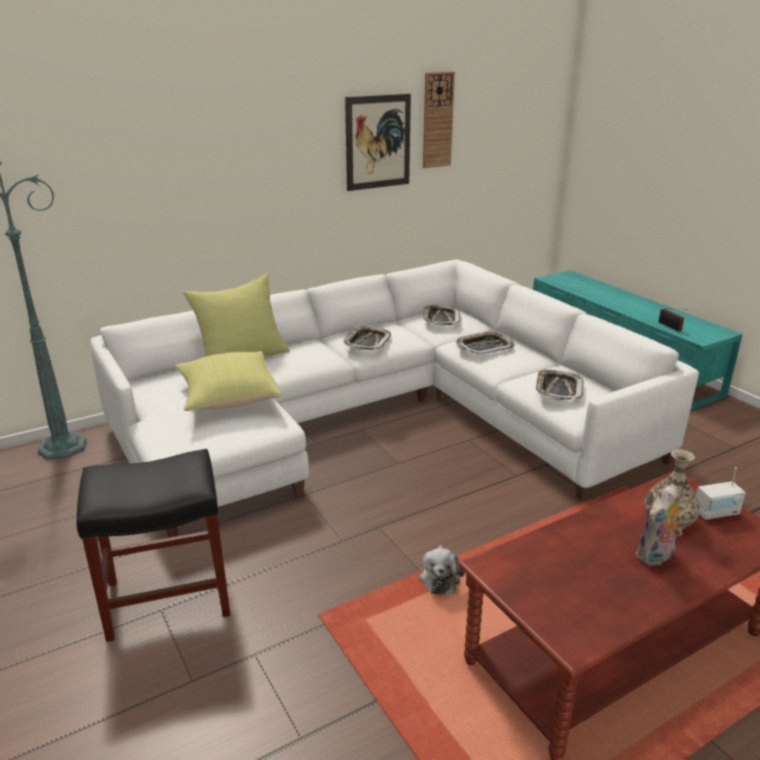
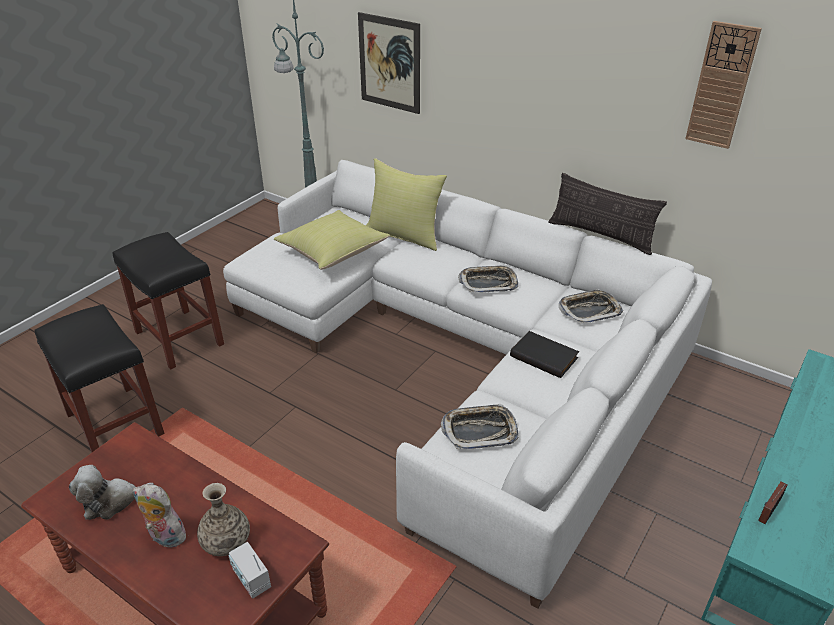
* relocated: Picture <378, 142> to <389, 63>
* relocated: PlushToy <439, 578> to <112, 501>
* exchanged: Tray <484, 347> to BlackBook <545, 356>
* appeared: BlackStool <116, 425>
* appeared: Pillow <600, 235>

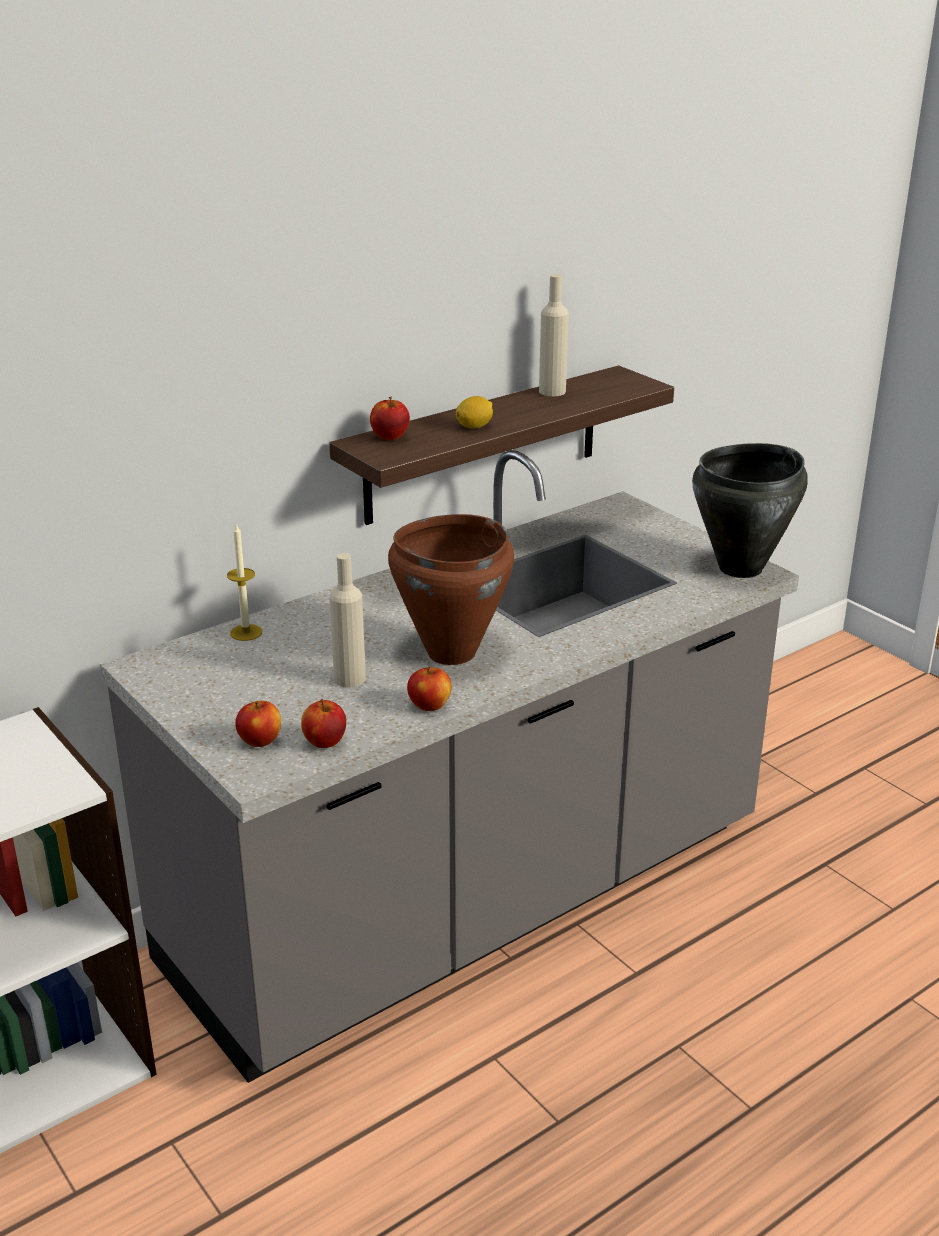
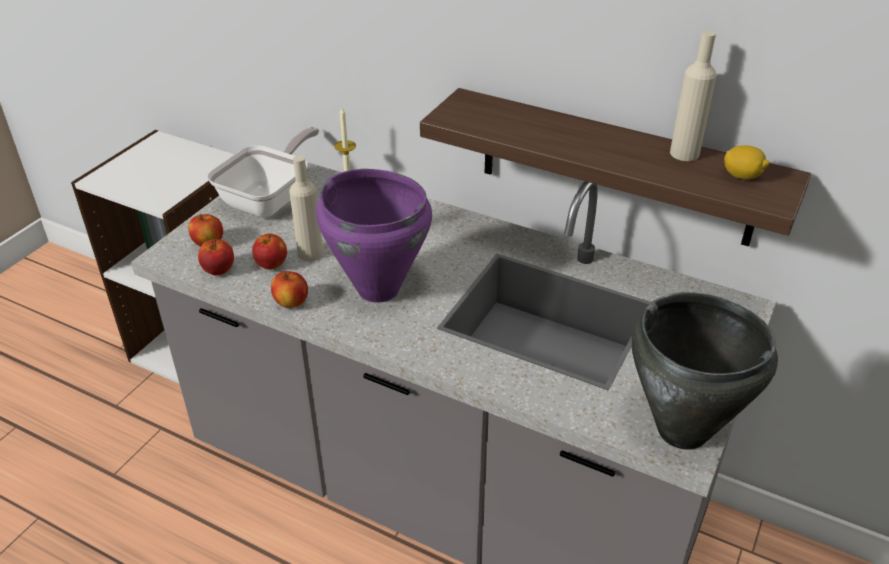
* relocated: Apple <390, 437> to <271, 264>
* colour: BrownCookingPot <450, 653> to PurpleCookingPot <378, 288>
* relocated: Lemon <474, 426> to <742, 176>
* appeared: FryingPan <270, 199>

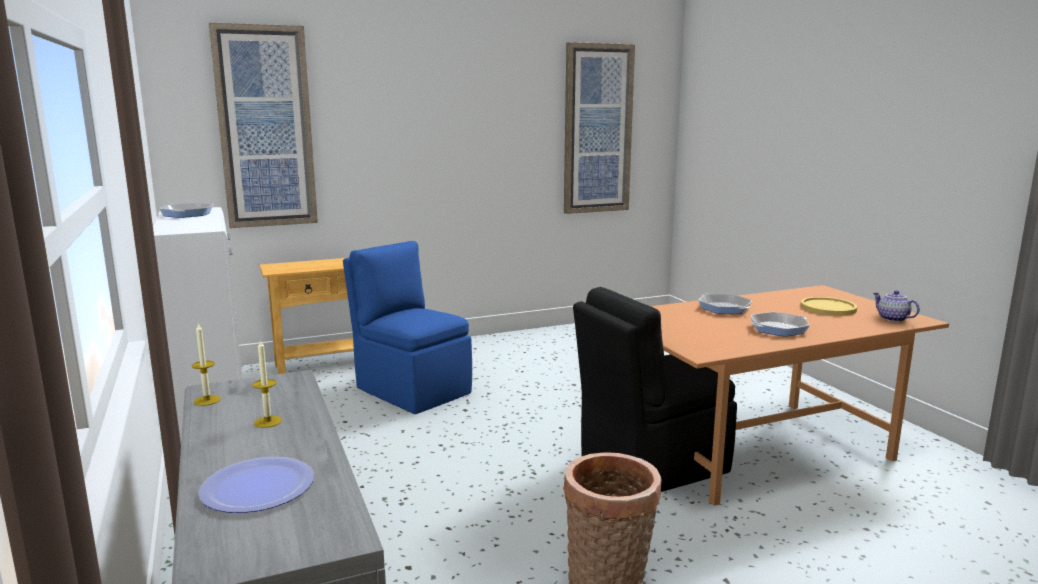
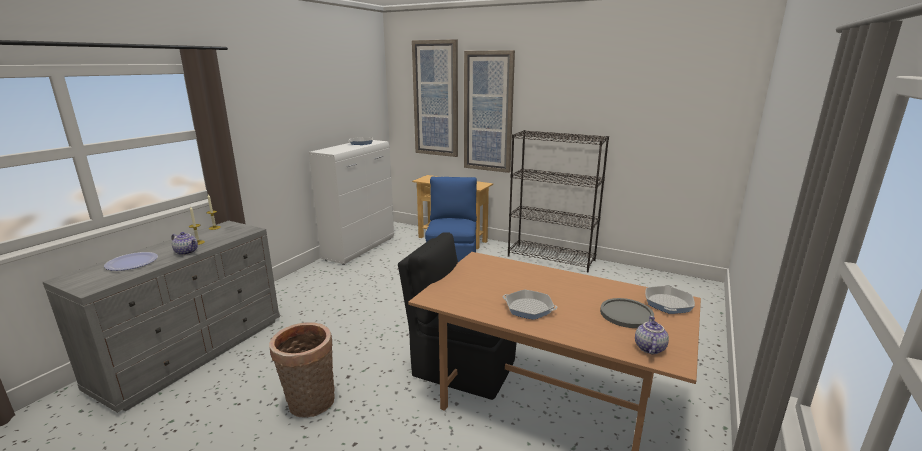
* relocated: Picture <597, 129> to <488, 112>
* relocated: FryingPan <724, 308> to <668, 303>
* colour: YellowPlate <828, 308> to GreyPlate <626, 314>
* appeared: Teapot <187, 252>
* appeared: BlackBookcase <551, 258>

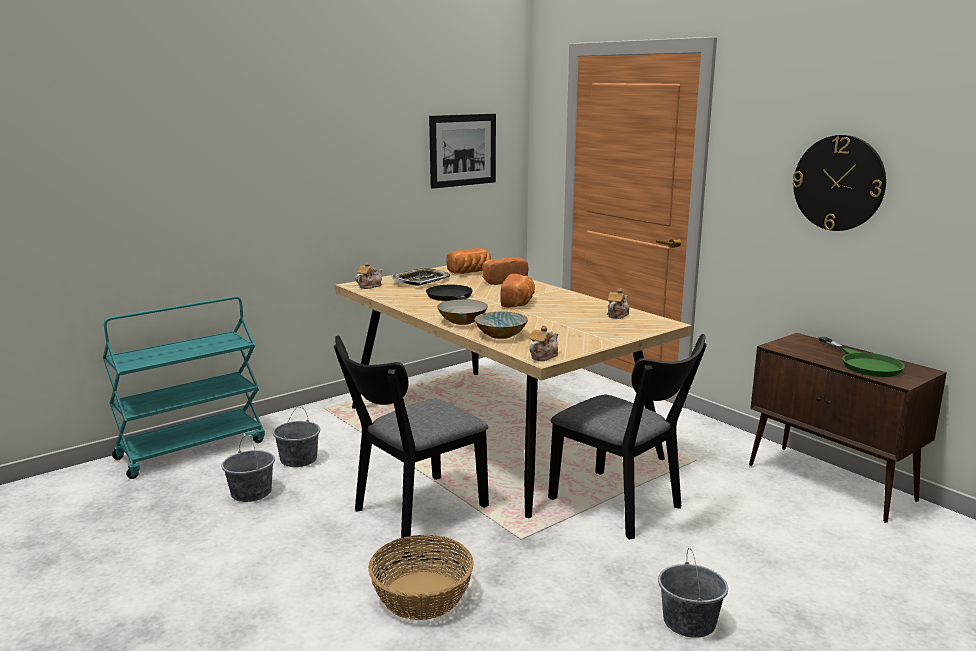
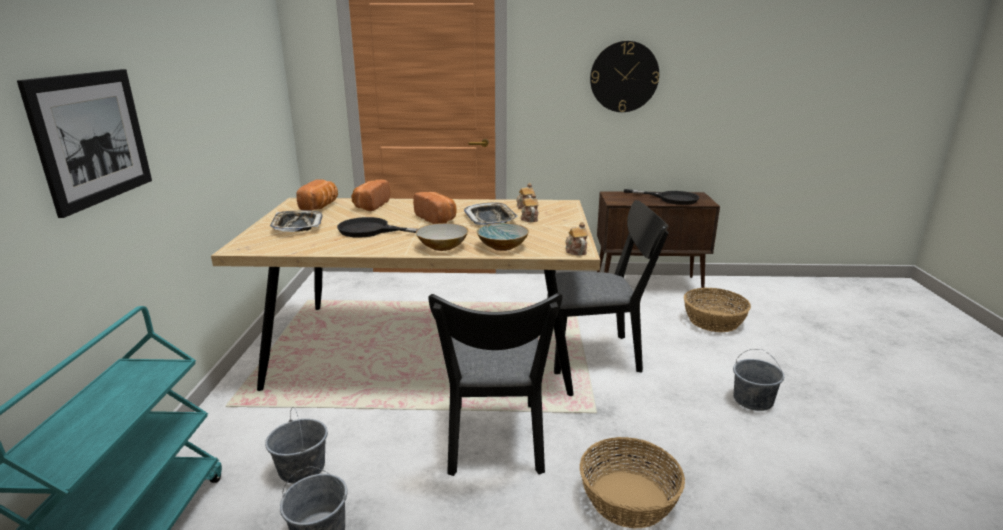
* relocated: Teapot <369, 286> to <529, 218>
* relocated: Picture <463, 150> to <92, 138>
* colour: GreenFryingPan <864, 363> to BlackFryingPan <670, 198>
* appeared: Tray <490, 219>
* appeared: Basket <713, 321>

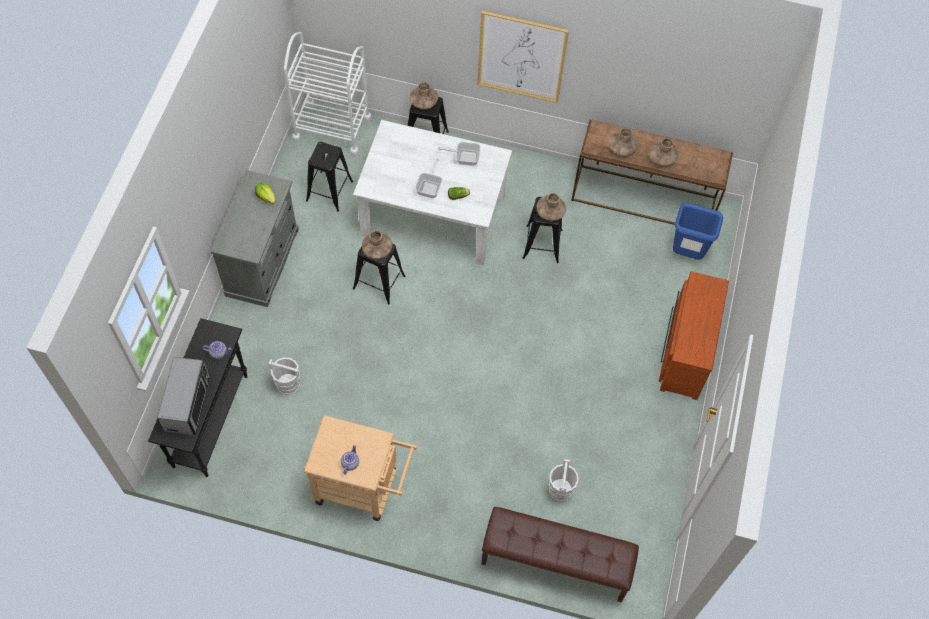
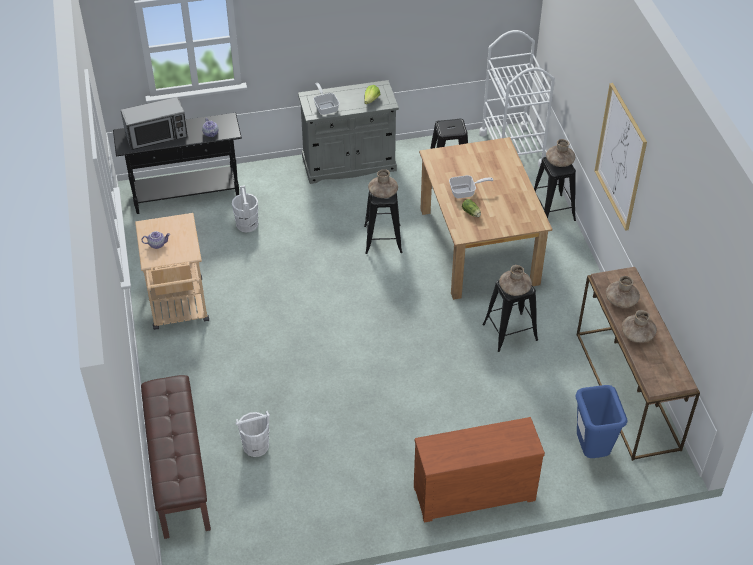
* colour: WhiteDiningTable <434, 214> to BrownDiningTable <479, 246>
* relocated: FryingPan <464, 157> to <325, 107>

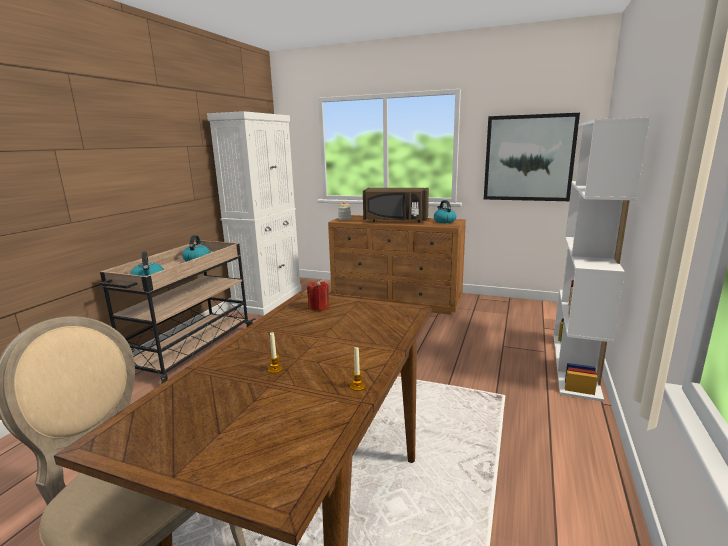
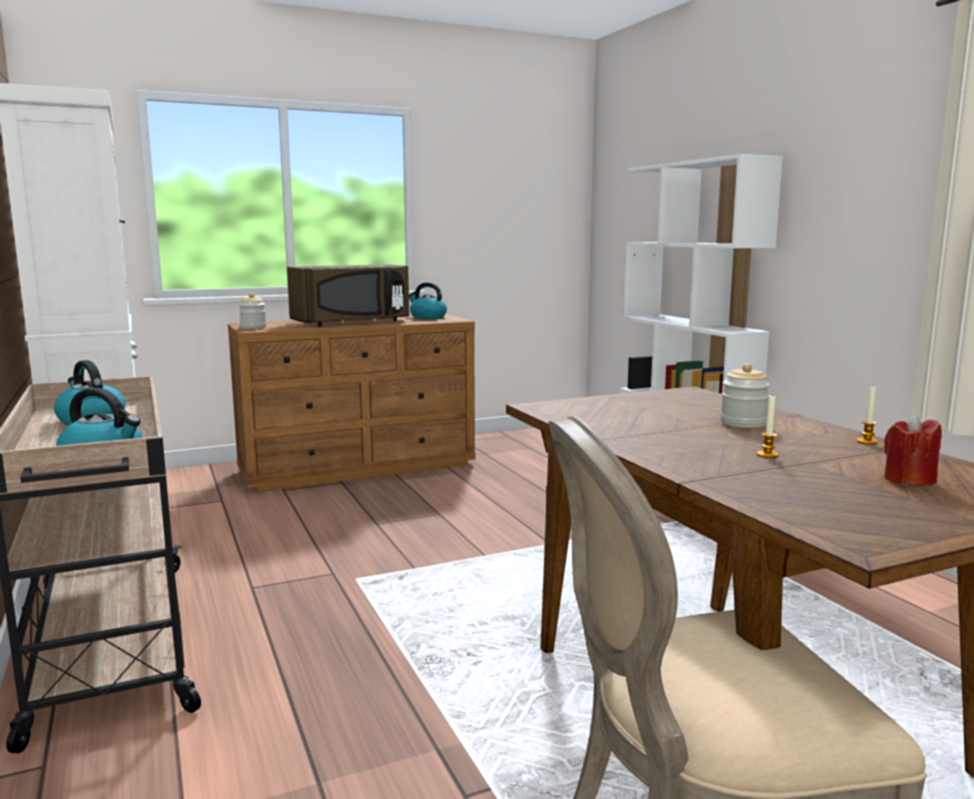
* relocated: RedCandle <319, 307> to <909, 480>
* missing: Picture <528, 158>
* appeared: Jar <743, 423>

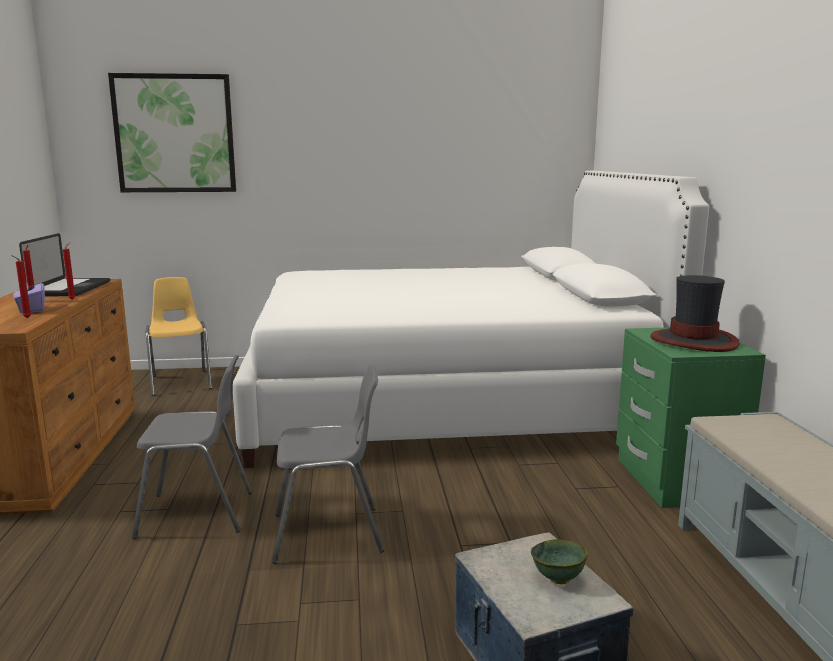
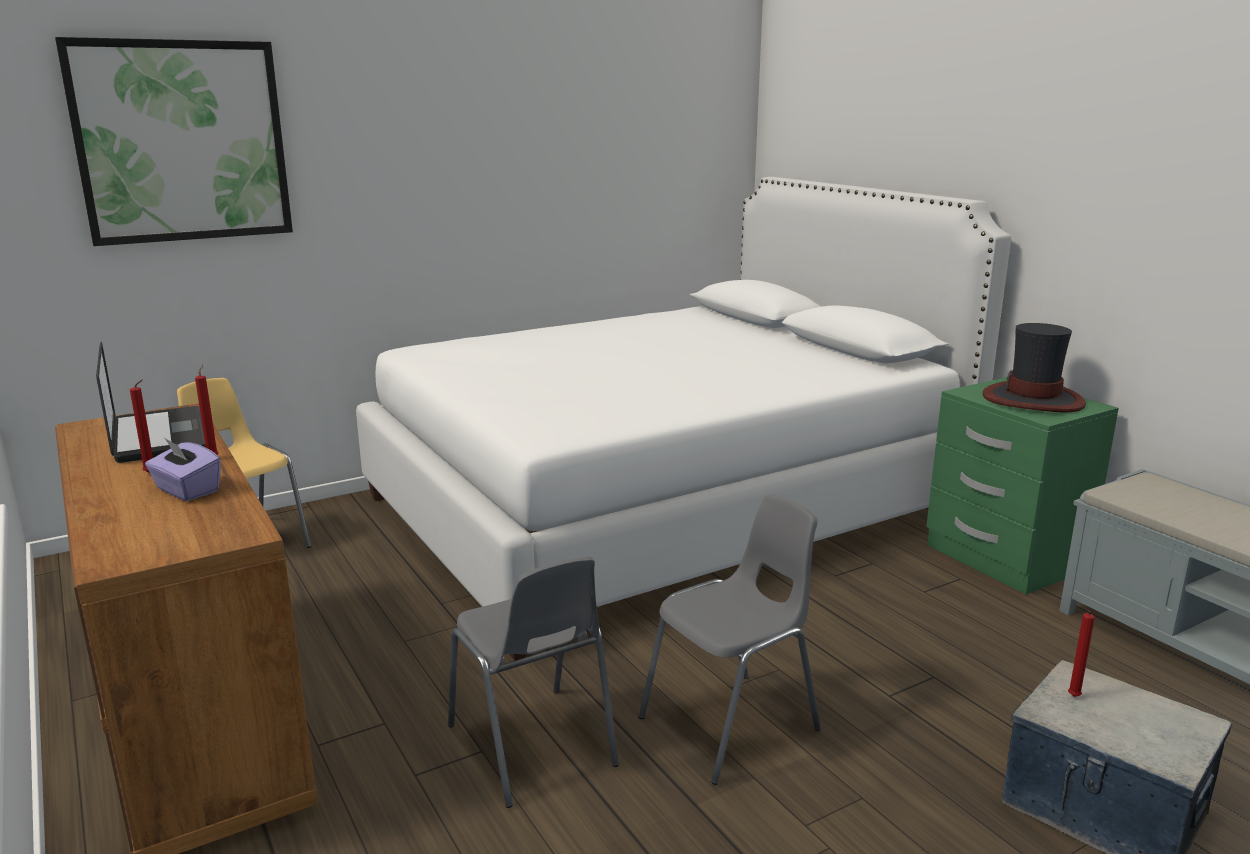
* relocated: RedCandle <26, 318> to <1072, 697>
* spun: GreyChair <197, 514> = <532, 746> 90 degrees clockwise
* missing: GreenBowl <557, 579>

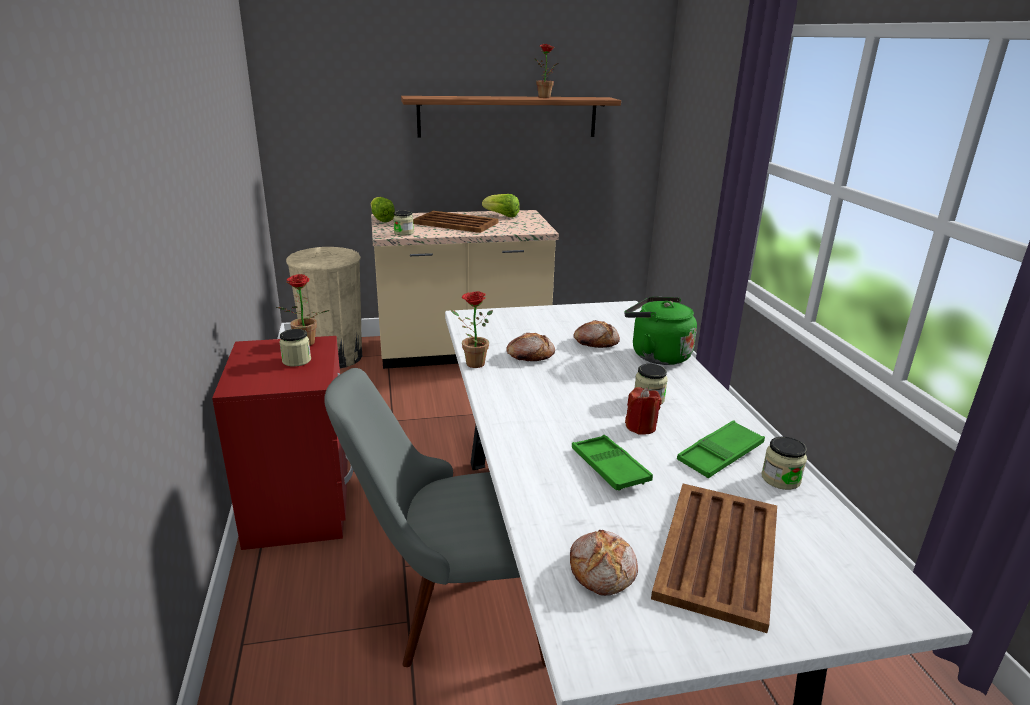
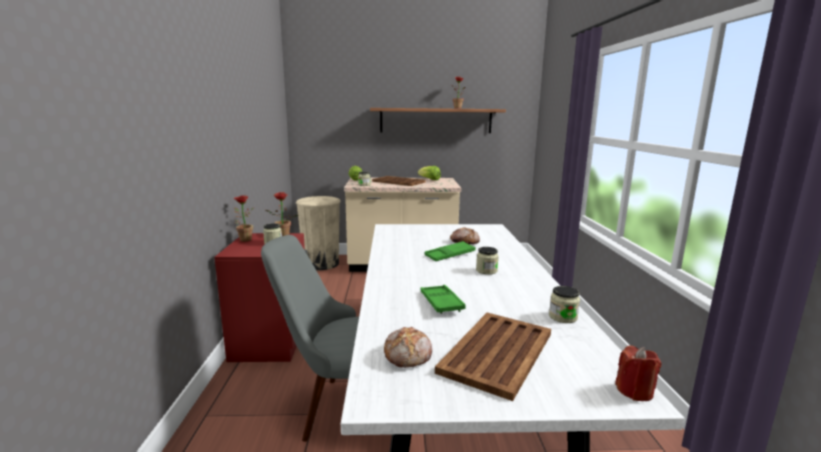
* relocated: PottedPlant <471, 363> to <243, 239>
* missing: Bread <530, 355>
* missing: GreenKettle <656, 355>
* relocated: RedCandle <641, 427> to <634, 391>
* relocated: GreenTray <720, 455> to <449, 255>

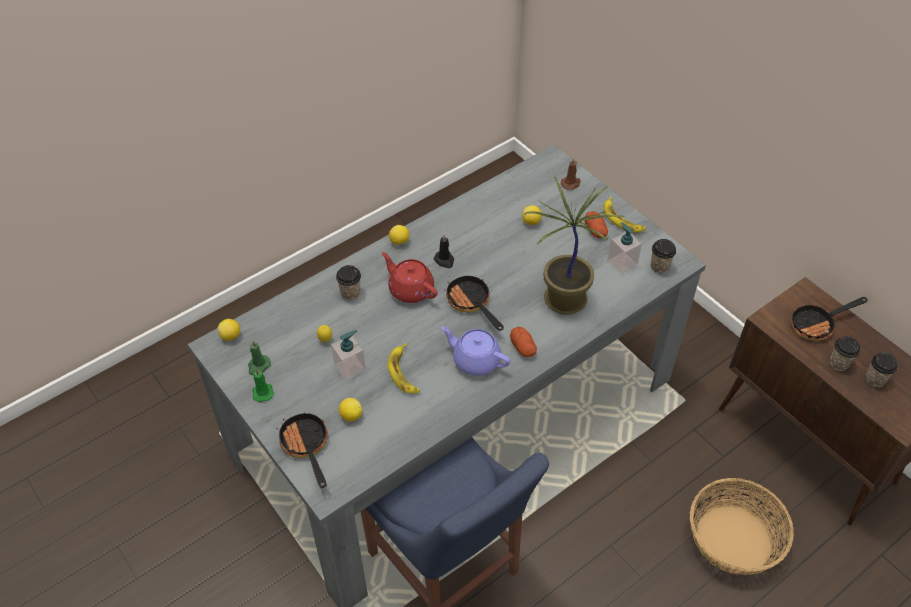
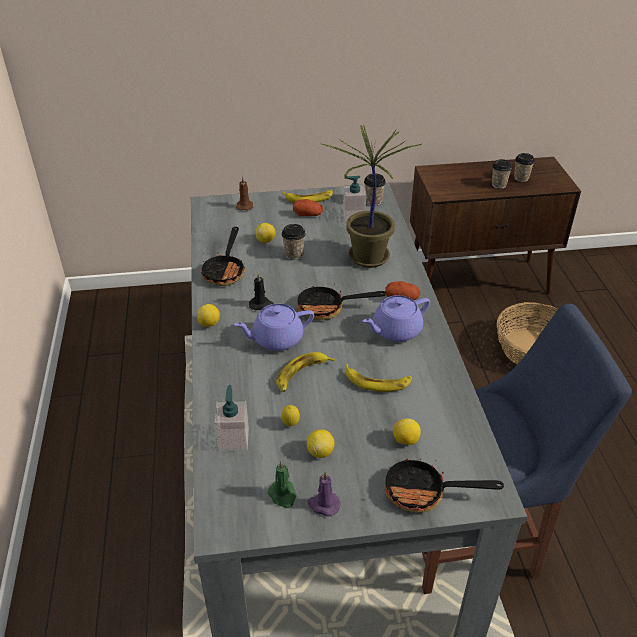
* relocated: Lemon <231, 336> to <320, 452>
* colour: GreenCandle <262, 392> to PurpleCandle <323, 504>
* relocated: SoapDispenser <350, 367> to <233, 439>
* relocated: Cup <350, 293> to <294, 254>
* colour: RedTeapot <410, 289> to PurpleTeapot <276, 339>
* relocated: FryingPan <817, 325> to <225, 270>
* appeared: Banana <302, 374>

